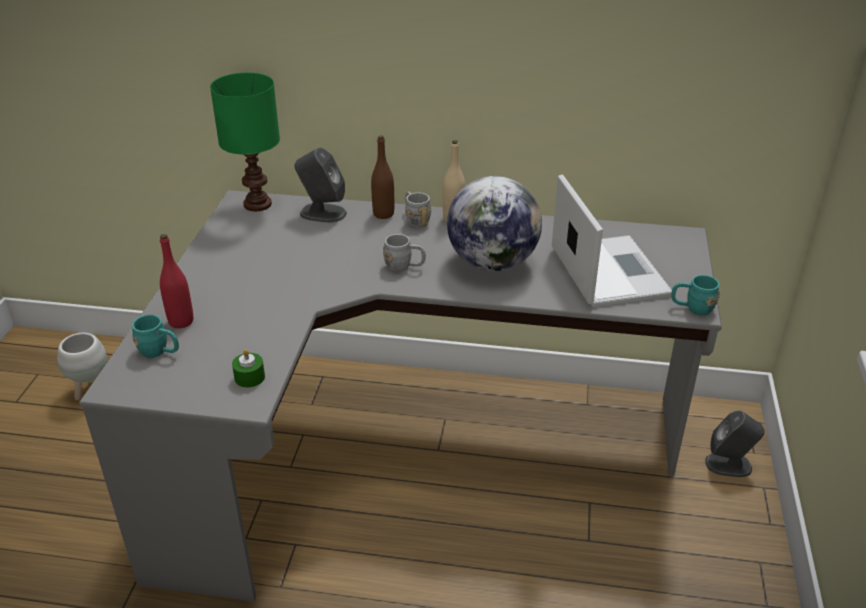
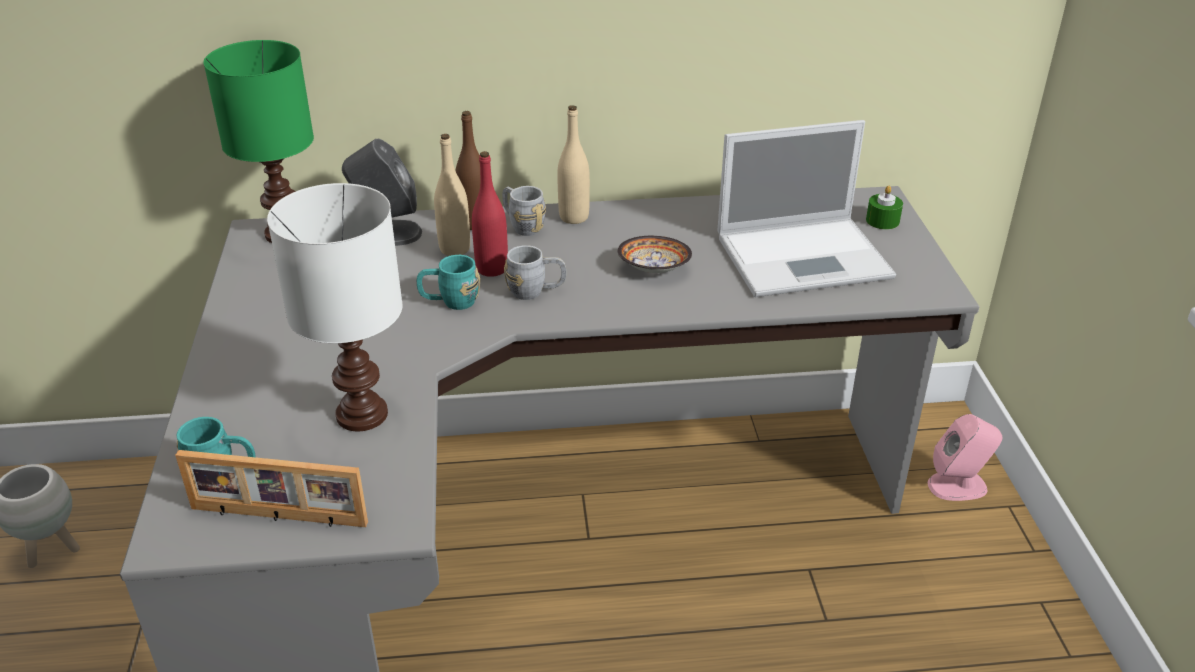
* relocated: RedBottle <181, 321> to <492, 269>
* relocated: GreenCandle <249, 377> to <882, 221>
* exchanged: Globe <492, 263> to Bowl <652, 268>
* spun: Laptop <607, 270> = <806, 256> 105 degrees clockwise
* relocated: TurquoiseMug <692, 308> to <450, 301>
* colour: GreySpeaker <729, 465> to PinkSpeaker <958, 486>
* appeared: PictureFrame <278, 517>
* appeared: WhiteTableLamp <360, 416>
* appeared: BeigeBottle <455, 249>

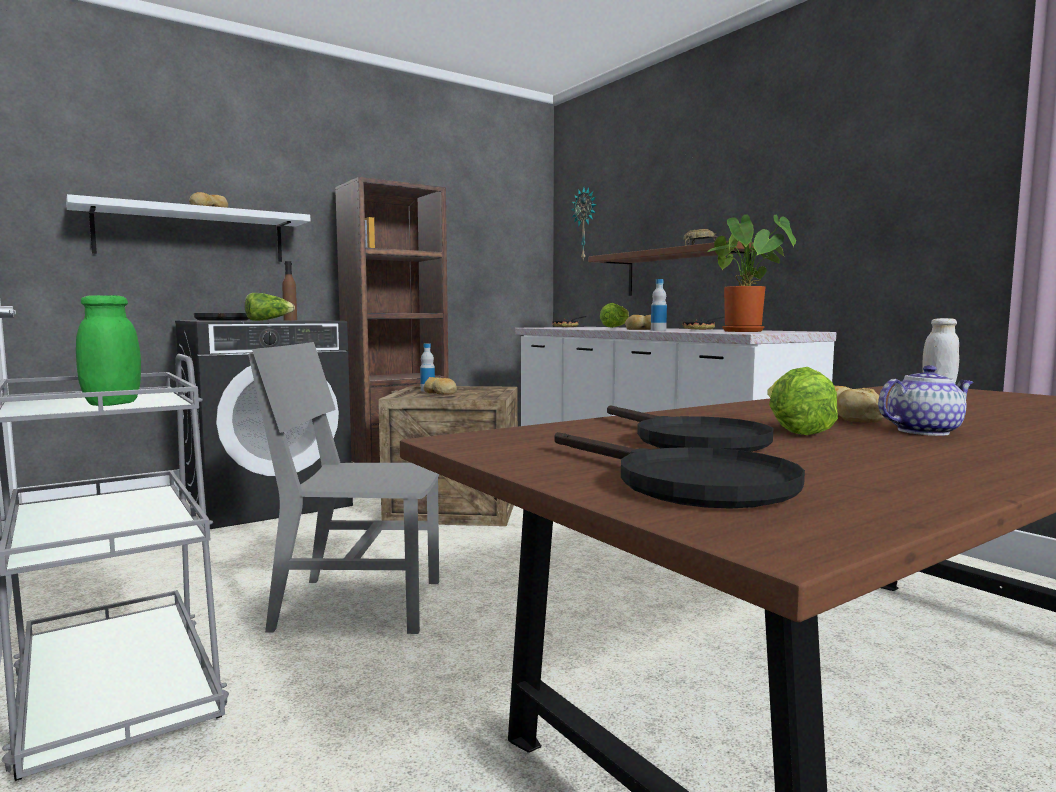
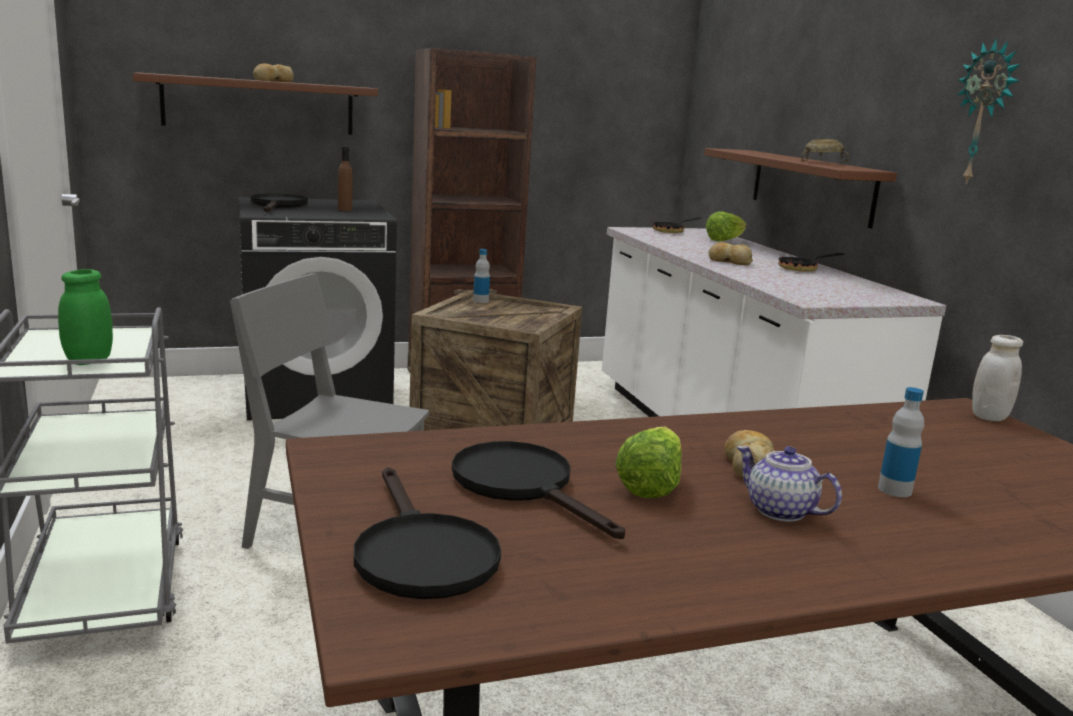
* colour: WhiteShelf <192, 235> to BrownShelf <259, 105>
* missing: Lettuce <268, 320>
* missing: Bread <440, 393>
* relocated: WallClock <585, 224> to <985, 113>
* spun: BlackFryingPan <689, 440> = <523, 486> 150 degrees clockwise
* relocated: Bottle <658, 330> to <894, 490>
* missing: PottedPlant <747, 331>
* spun: Teapot <923, 431> = <779, 511> 135 degrees counterclockwise

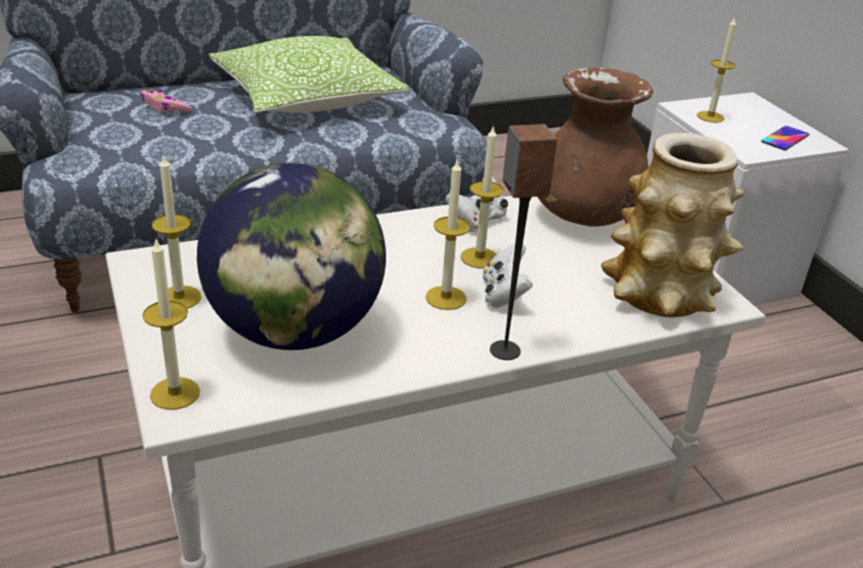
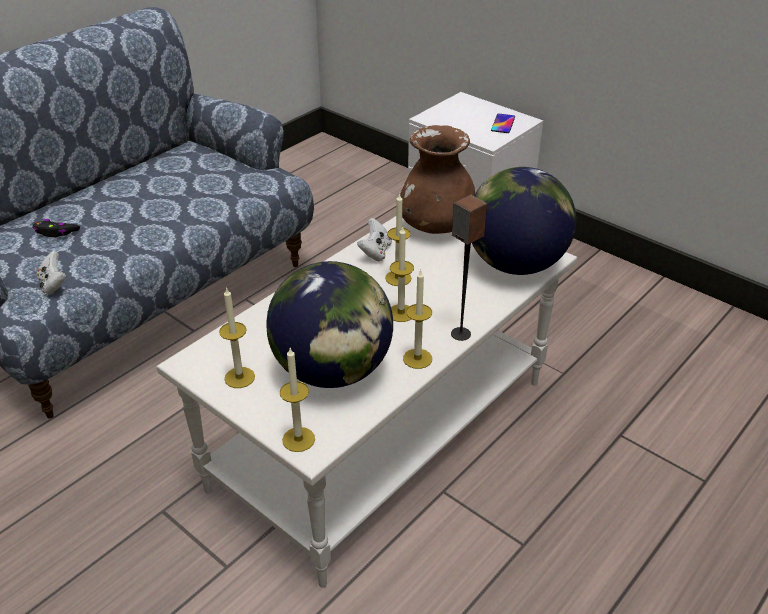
* colour: PinkGameController <165, 108> to BlackGameController <56, 232>
* missing: Pillow <306, 98>
* relocated: WhiteGameController <503, 294> to <54, 284>
* exchanged: Vase <659, 295> to Globe <516, 265>
* relocated: Candle <710, 117> to <417, 358>

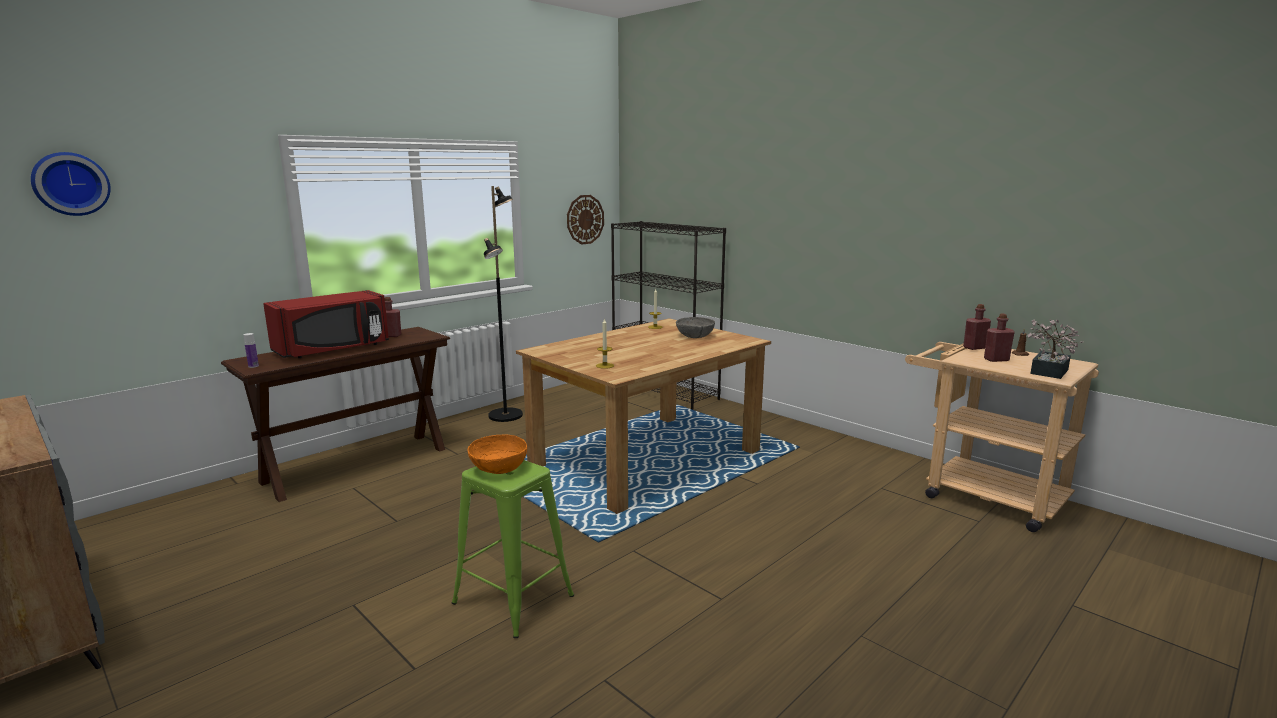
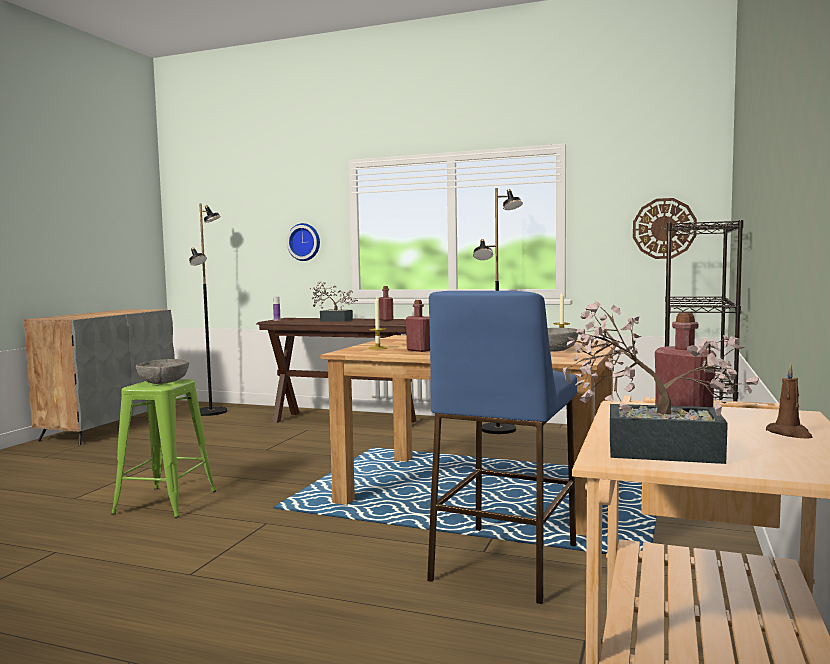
* relocated: WallClock <71, 184> to <304, 242>
* exchanged: RedMicrowave <333, 349> to PottedPlant <333, 320>
* colour: OrangeBowl <499, 468> to GreyBowl <163, 381>
* relocated: RedBottle <974, 348> to <419, 350>
* appeared: BlackFloorLamp <211, 412>
* appeared: BlueStool <504, 563>

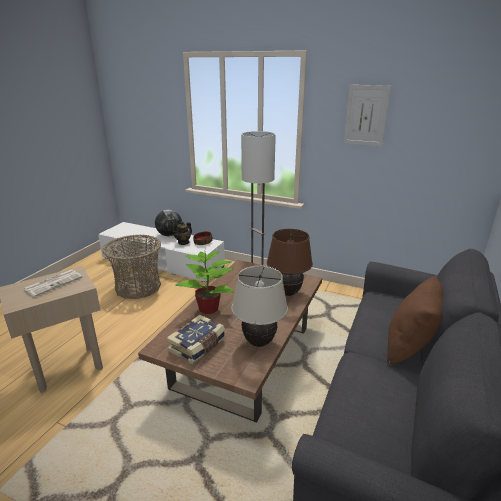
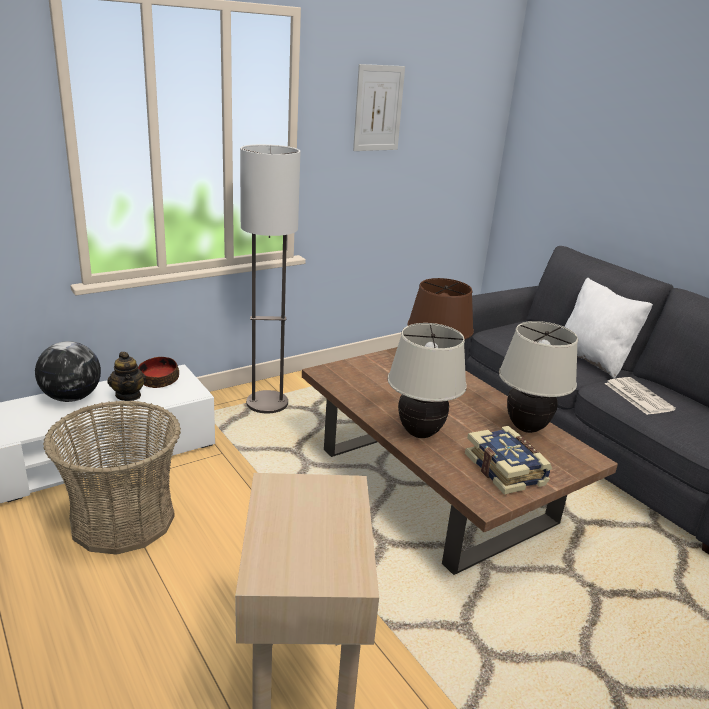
* relocated: Newspaper <54, 283> to <637, 396>
* exchanged: PottedPlant <209, 308> to BeigeTableLamp <420, 433>
* colour: BrownPillow <409, 347> to WhitePillow <593, 360>

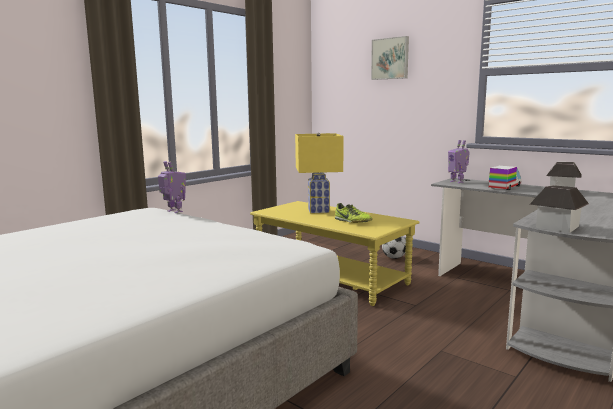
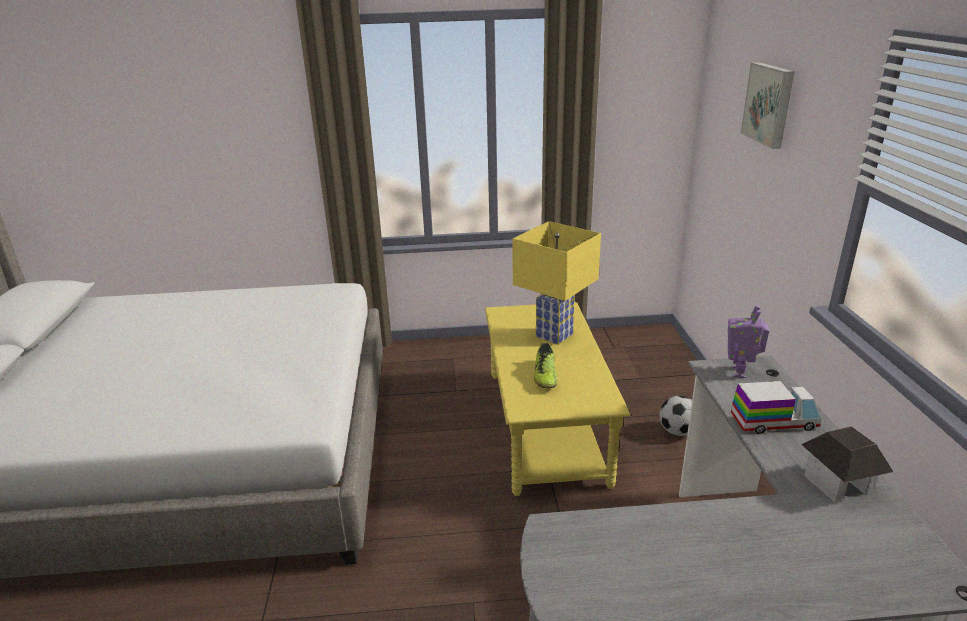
* missing: ToyRobot <174, 211>
* missing: ToyHouse <557, 227>

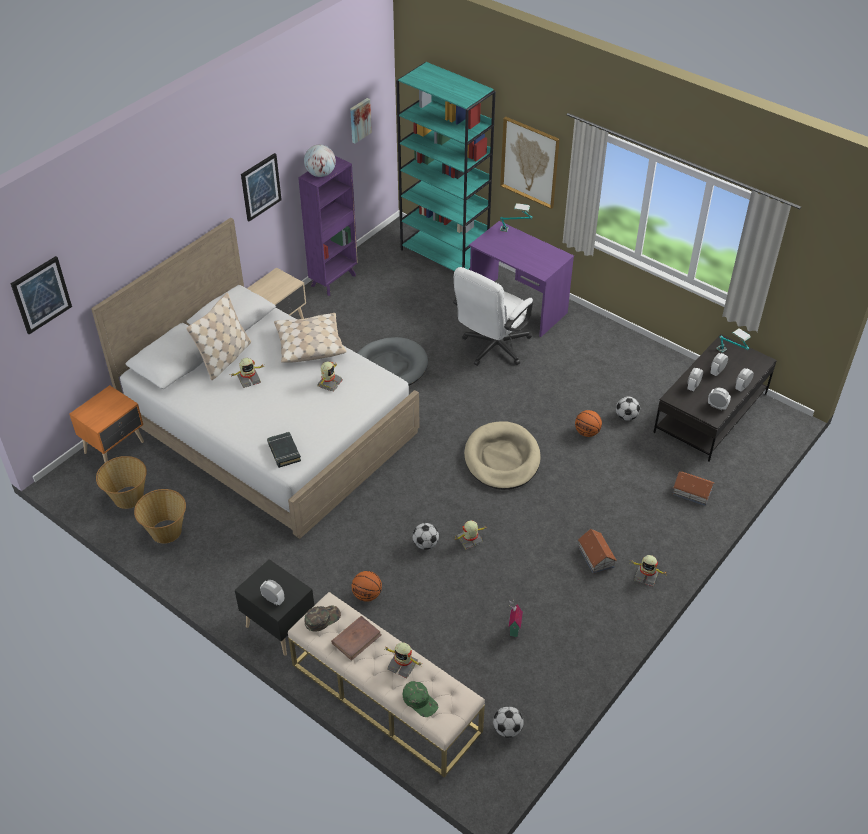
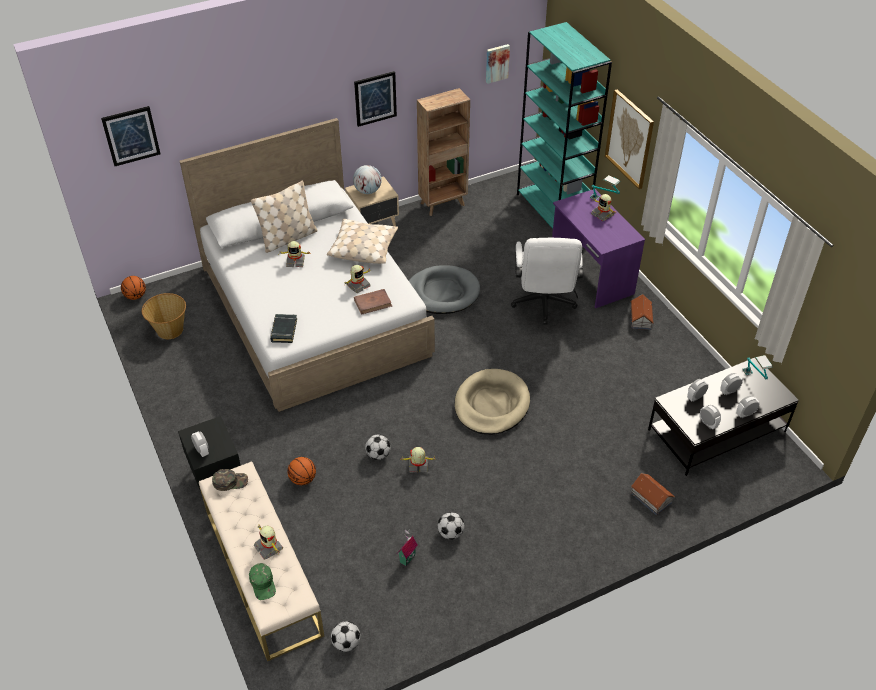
* missing: OrangeNightstand <115, 447>
* missing: Basket <166, 531>
* colour: PurpleBookcase <334, 280> to BrownBookcase <443, 204>
* relocated: Globe <320, 174> to <367, 191>
* relocated: BrownBook <356, 639> to <373, 303>
* spun: WhiteOfficeChair <492, 349> = <543, 305> 60 degrees counterclockwise
* relocated: Basketball <587, 432> to <135, 296>
* relocated: ToyHouse <596, 557> to <640, 319>
* relocated: Football <626, 417> to <450, 533>
* relocated: ToyRobot <646, 576> to <602, 214>

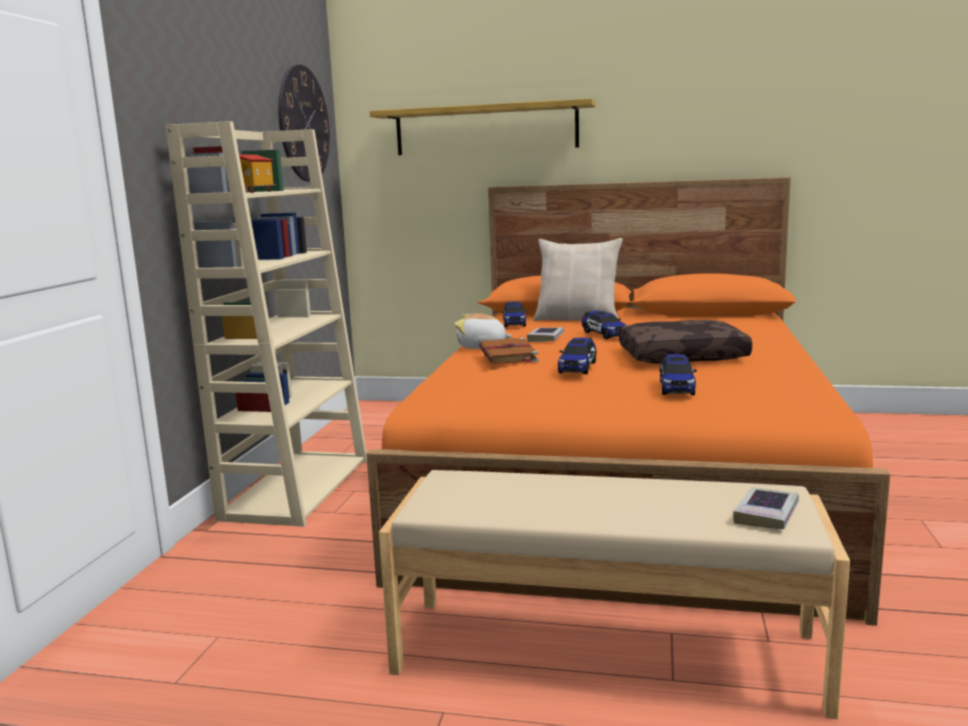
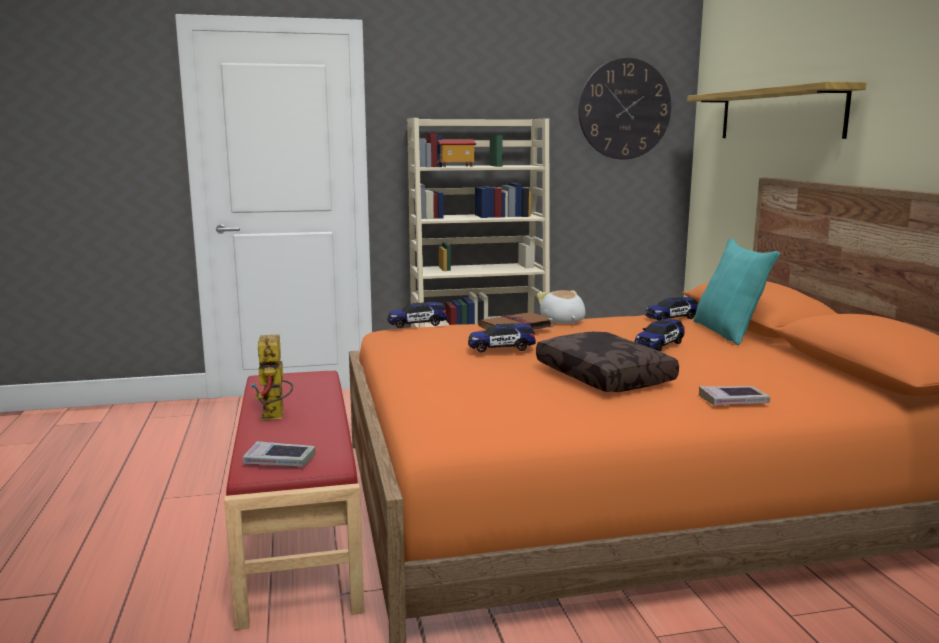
* colour: BeigeBench <605, 651> to RedBench <301, 529>
* relocated: Book <545, 338> to <733, 401>
* colour: BeigePillow <578, 319> to TurquoisePillow <729, 332>
* relocated: ToyCar <676, 387> to <417, 324>
* appeared: ToyRobot <275, 417>

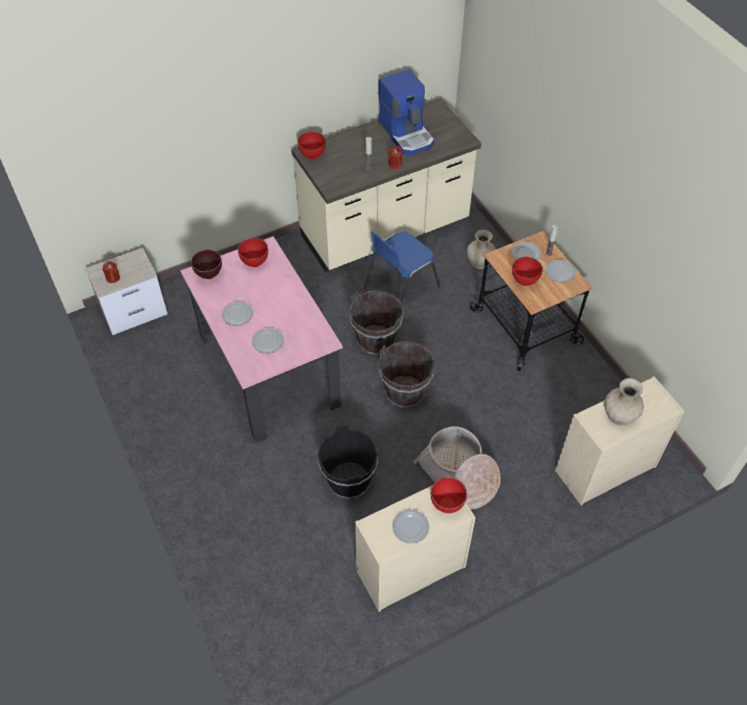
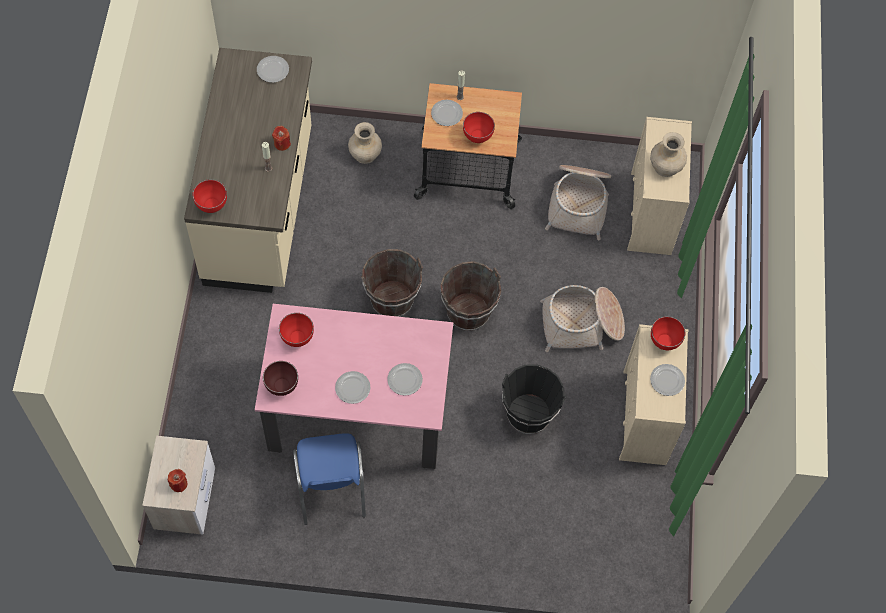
* relocated: BlueChair <400, 287> to <330, 487>
* missing: CoffeeMachine <407, 134>
* relocated: Plate <560, 272> to <273, 70>
* appeared: Basket <579, 203>

